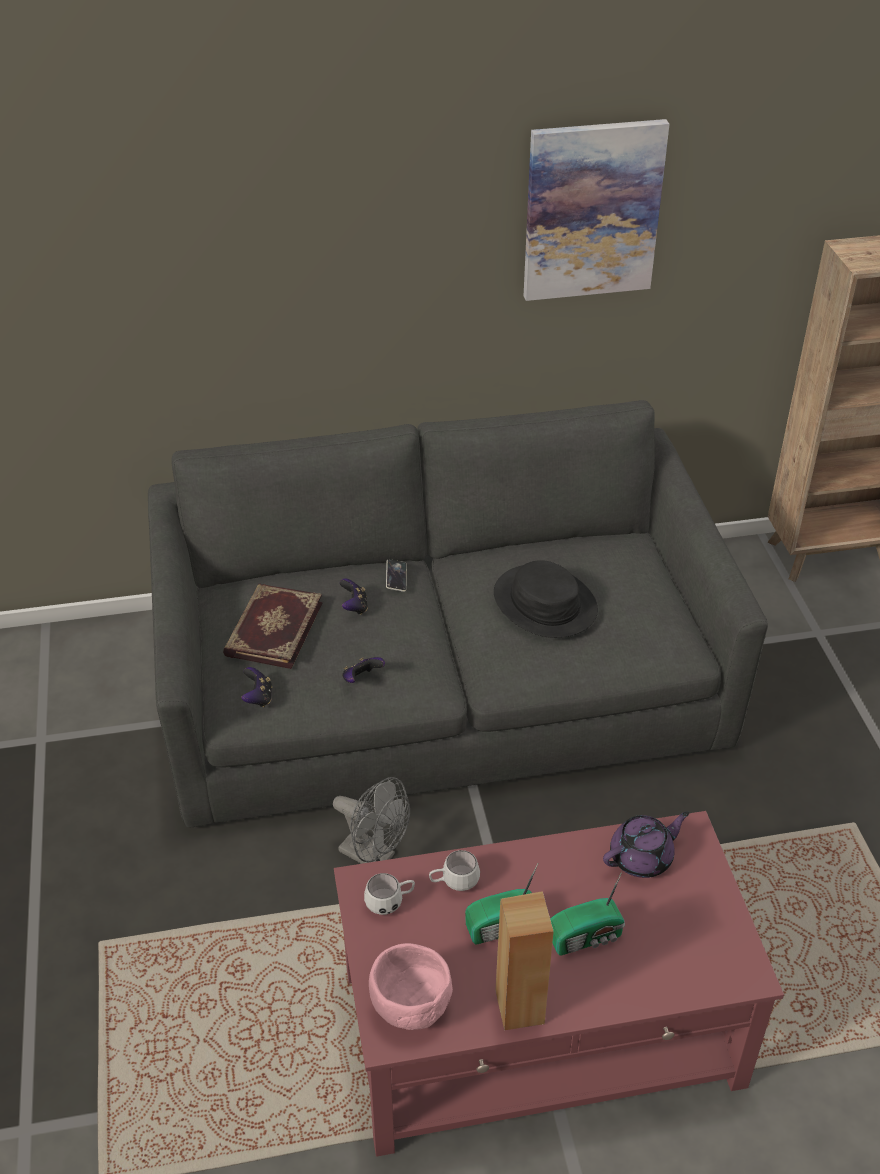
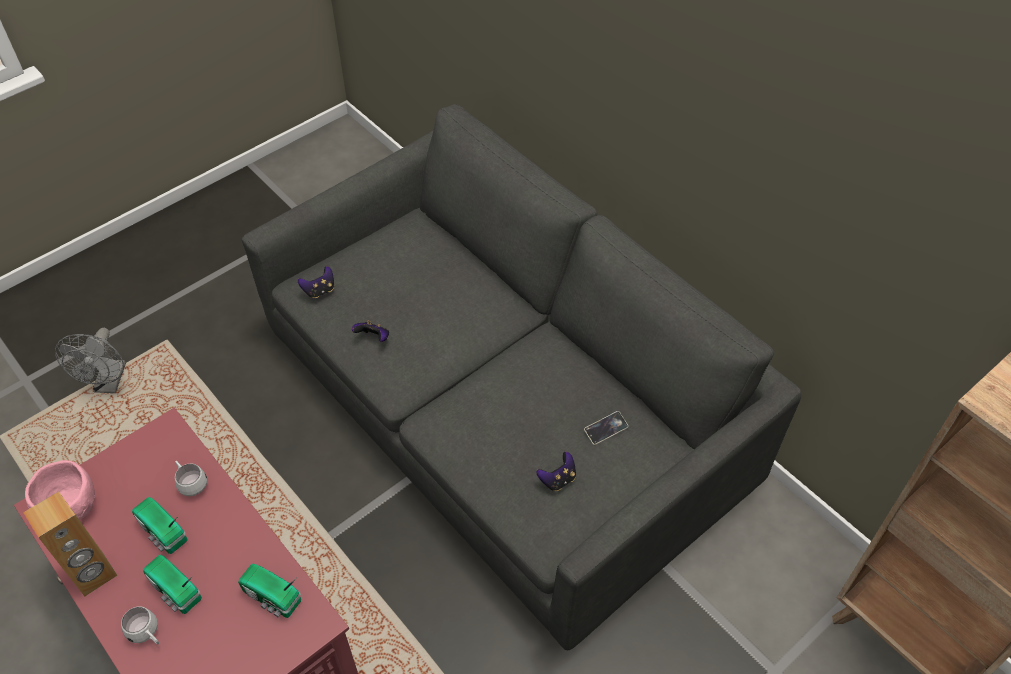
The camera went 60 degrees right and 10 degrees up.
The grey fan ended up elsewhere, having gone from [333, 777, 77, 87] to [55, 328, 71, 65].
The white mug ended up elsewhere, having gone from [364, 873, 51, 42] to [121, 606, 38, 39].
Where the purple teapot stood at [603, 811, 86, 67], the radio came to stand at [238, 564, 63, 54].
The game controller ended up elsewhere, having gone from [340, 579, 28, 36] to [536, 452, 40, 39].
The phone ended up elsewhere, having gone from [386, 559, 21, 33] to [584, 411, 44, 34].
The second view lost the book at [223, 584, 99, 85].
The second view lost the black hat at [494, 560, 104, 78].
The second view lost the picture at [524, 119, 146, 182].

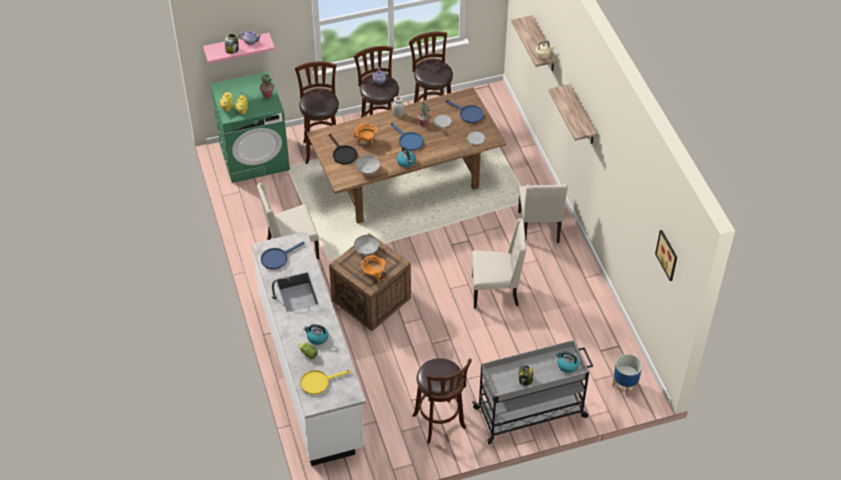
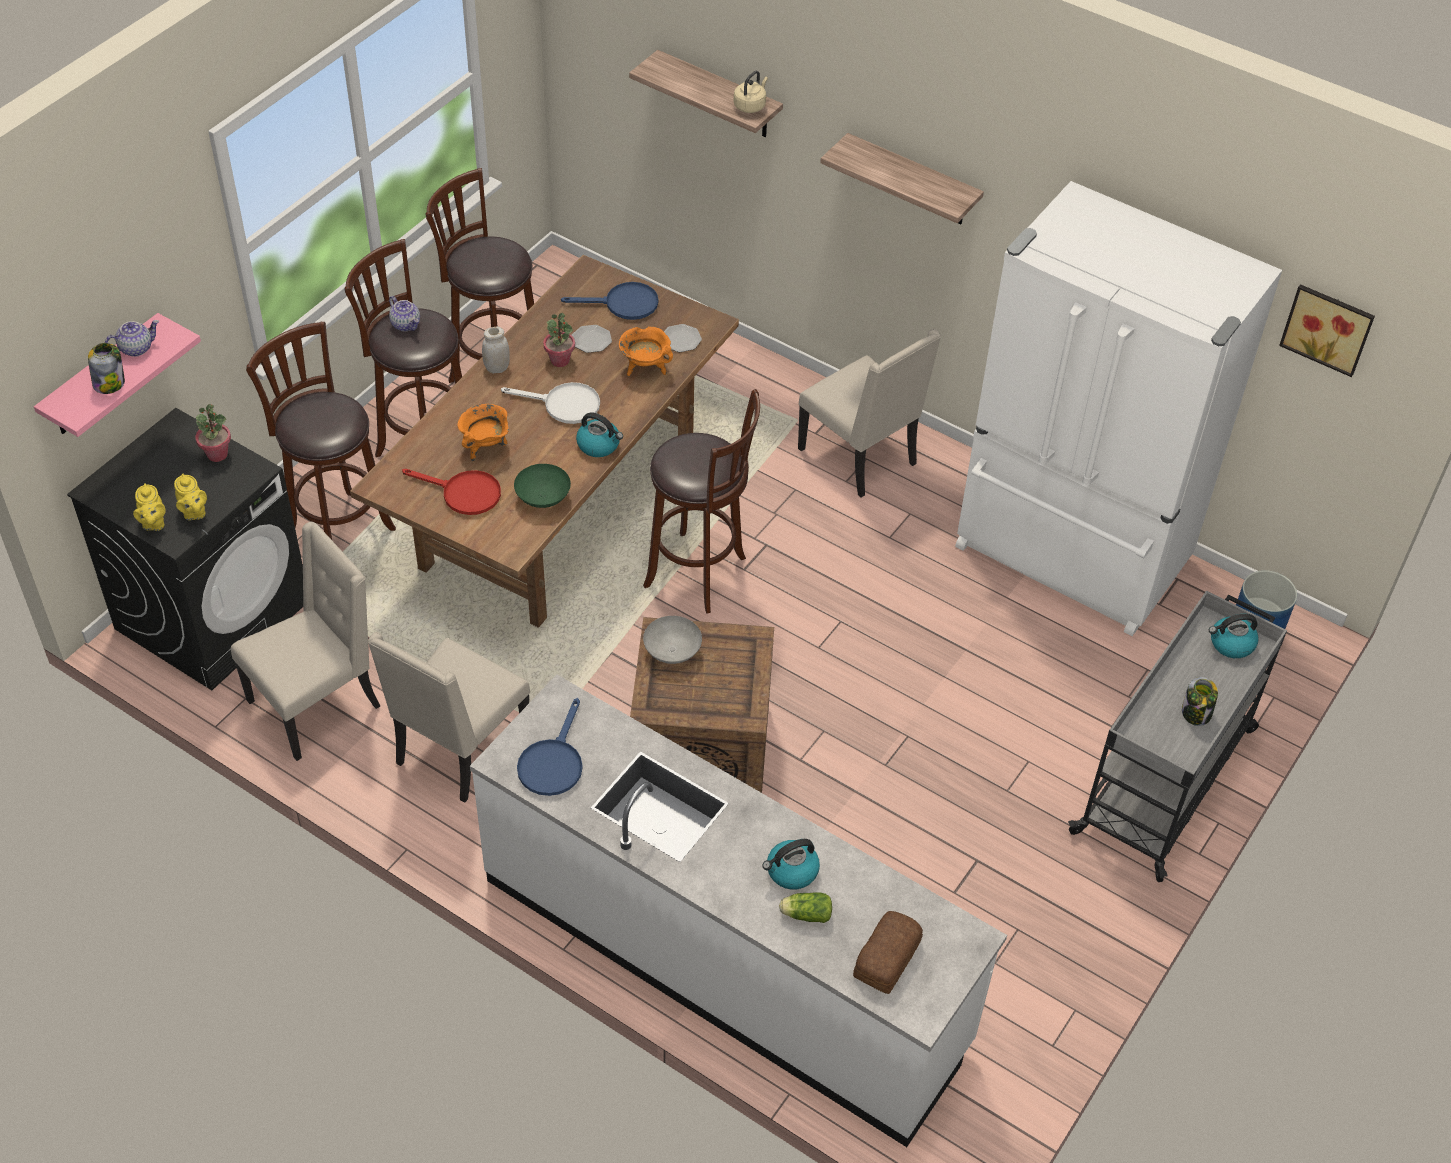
The camera went 40 degrees left and 0 degrees up.
What was the green washing machine at [210, 71, 80, 112] turned into the black washing machine at [67, 408, 236, 282].
The beige chair ended up elsewhere, having gone from [472, 218, 55, 91] to [231, 522, 149, 239].
What was the black frying pan at [329, 134, 28, 30] turned into the red frying pan at [402, 469, 99, 46].
What was the blue frying pan at [391, 123, 32, 28] turned into the white frying pan at [501, 382, 99, 42].
What was the grey bowl at [356, 155, 24, 19] turned into the green bowl at [514, 464, 57, 44].
The orange cooking pot ended up elsewhere, having gone from [361, 255, 25, 28] to [619, 326, 54, 50].
The brown stool ended up elsewhere, having gone from [412, 358, 60, 86] to [643, 389, 117, 225].
Where the yellow frying pan stood at [300, 370, 51, 25], the bread came to stand at [853, 911, 70, 83].
The second view gained the white fridge at [955, 181, 327, 455].

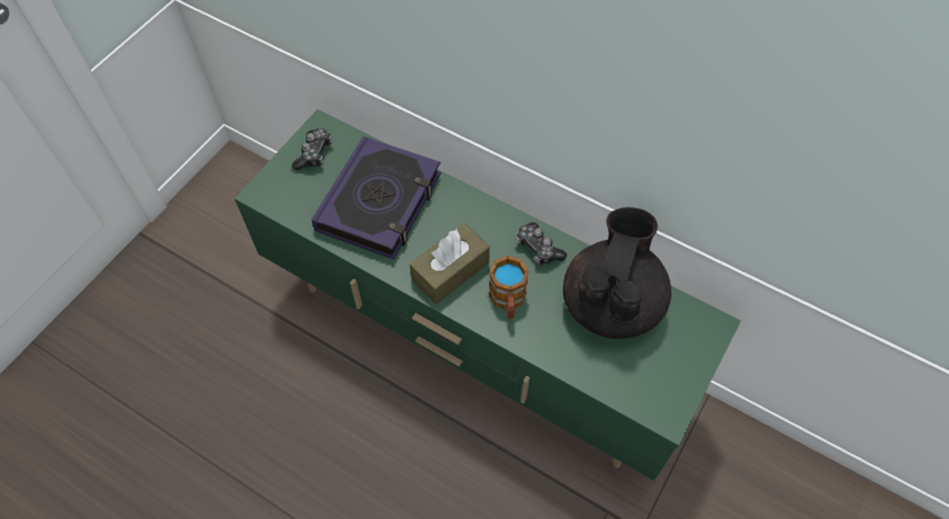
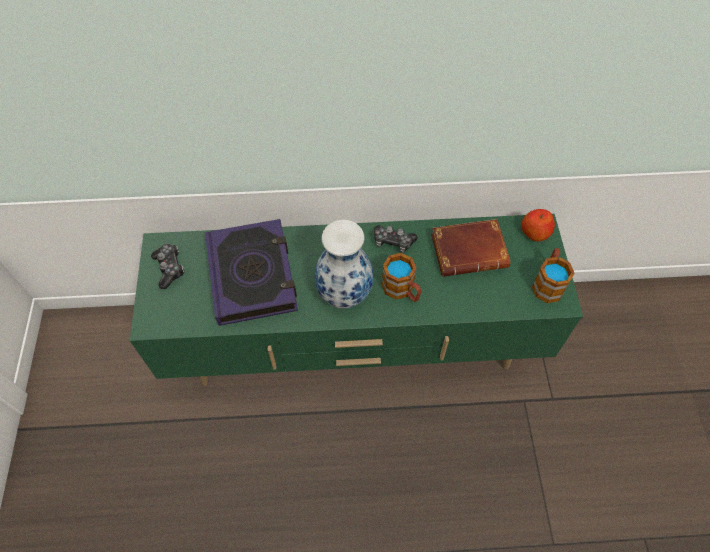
The camera went 35 degrees left and 0 degrees up.
Where the brown tissue box stood at [410, 223, 80, 81], the vase came to stand at [315, 220, 58, 88].
Where the black teapot stood at [563, 207, 108, 132], the brown book came to stand at [431, 219, 79, 58].
The second view gained the apple at [521, 209, 34, 33].
The second view gained the mug at [532, 248, 43, 55].

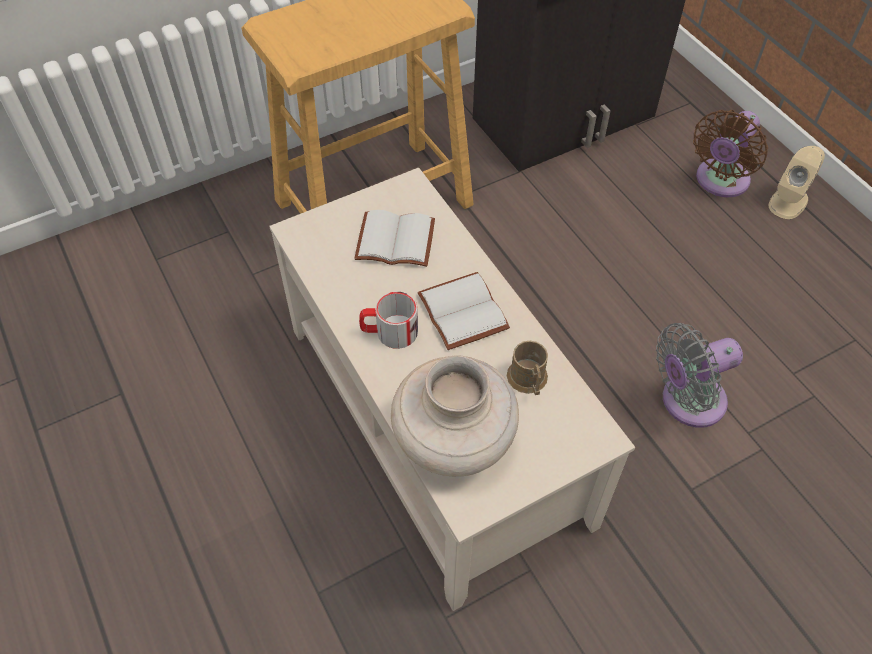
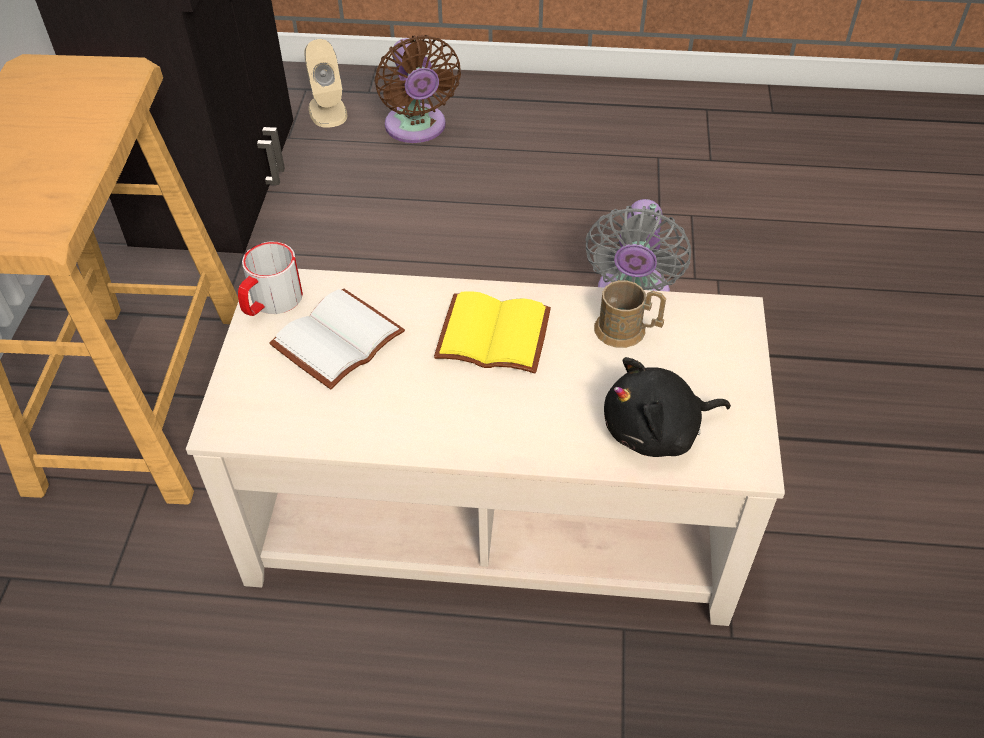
The camera went 55 degrees left and 5 degrees down.
The mug ended up elsewhere, having gone from [359, 292, 59, 57] to [238, 242, 65, 74].
The beige speaker ended up elsewhere, having gone from [769, 146, 56, 73] to [304, 39, 43, 89].
What was the white book at [417, 272, 93, 78] turned into the yellow book at [434, 291, 117, 82].
Where the beige vase stood at [391, 355, 128, 121], the black plush toy came to stand at [604, 357, 127, 100].

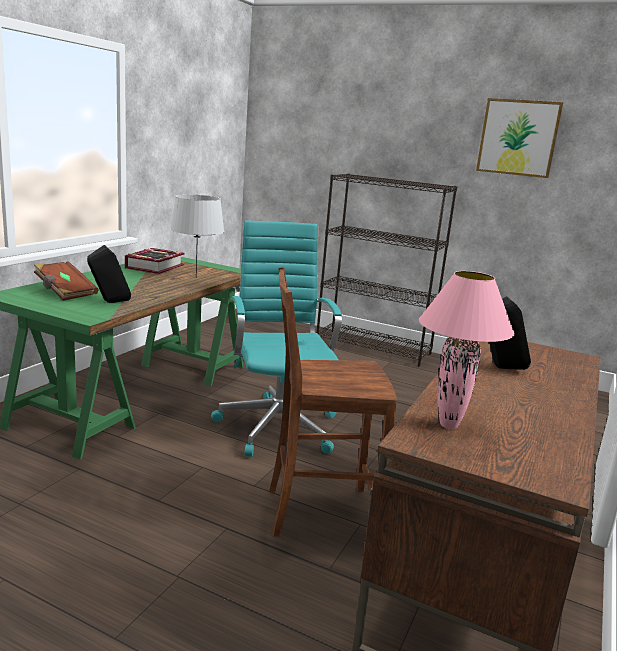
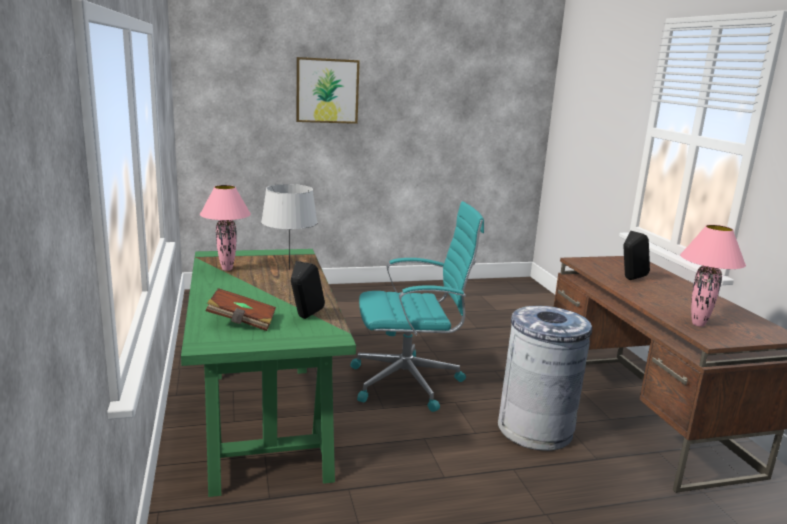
The camera went 40 degrees left and 0 degrees up.
Where the book stood at [125, 248, 60, 26], the pink table lamp came to stand at [200, 185, 51, 86].
The picture ended up elsewhere, having gone from [476, 98, 87, 80] to [296, 57, 64, 67].
The turquoise office chair at [211, 220, 131, 237] ended up facing another way, 135 degrees clockwise from before.
Where the brown chair stood at [269, 267, 128, 269], the grey trash can came to stand at [498, 306, 94, 145].
The second view lost the black bookcase at [316, 174, 141, 192].

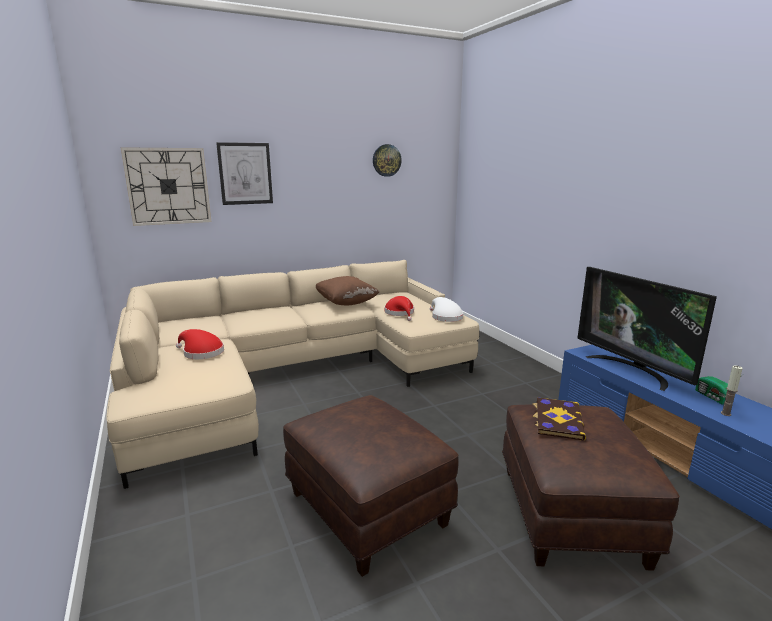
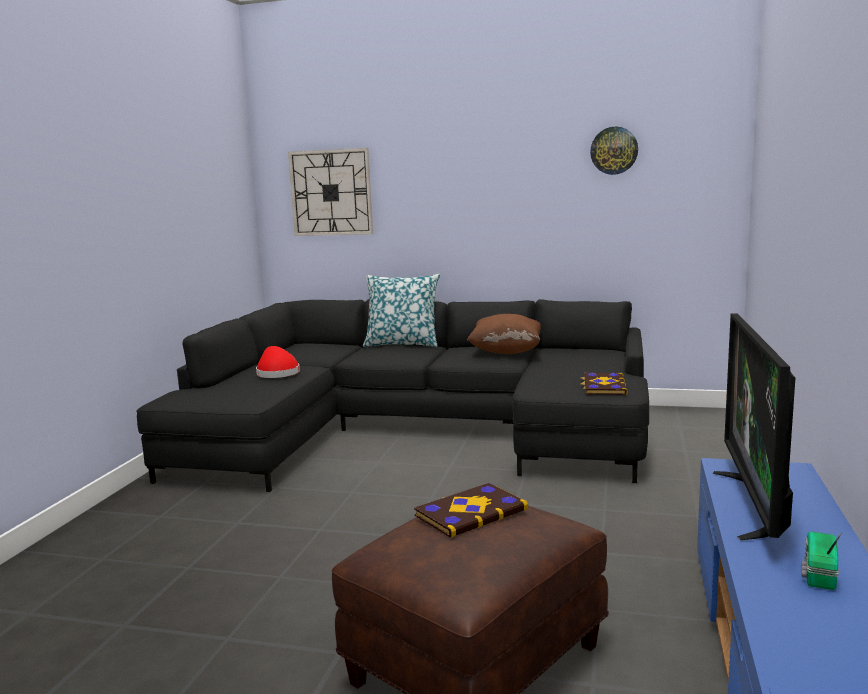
The camera went 40 degrees right and 5 degrees down.
What was the beige sofa at [106, 260, 373, 229] turned into the black sofa at [137, 299, 512, 193].
The second view gained the pillow at [363, 274, 77, 73].
Where the white hat stood at [430, 297, 33, 25], the book came to stand at [580, 373, 48, 22].
The second view lost the picture at [216, 142, 57, 63].
The second view lost the brown ottoman at [283, 395, 176, 182].
The second view lost the red hat at [385, 296, 29, 25].
The second view lost the candle at [721, 365, 22, 51].

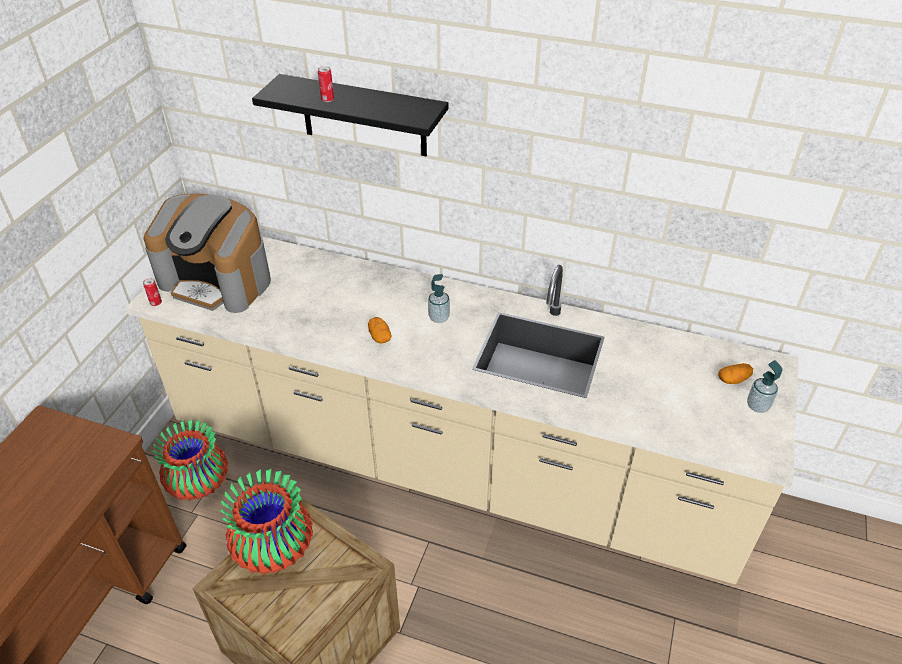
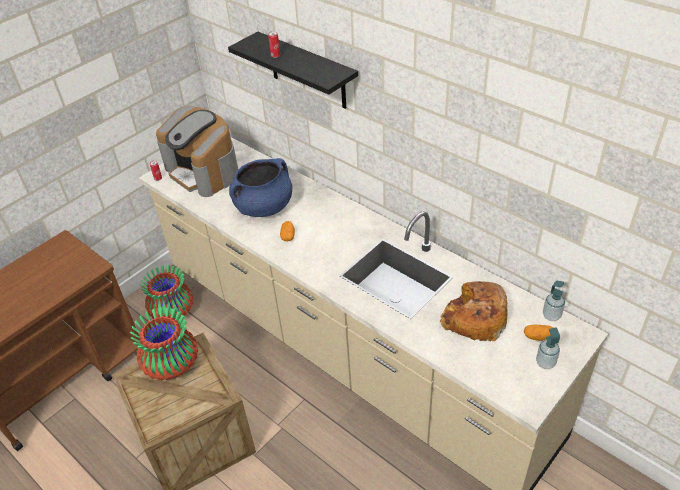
The camera went 25 degrees right and 0 degrees up.
The second view gained the blue cooking pot at [229, 158, 63, 59].
The second view gained the bread at [440, 281, 68, 60].
The soap dispenser ended up elsewhere, having gone from [428, 274, 22, 49] to [543, 281, 22, 40].

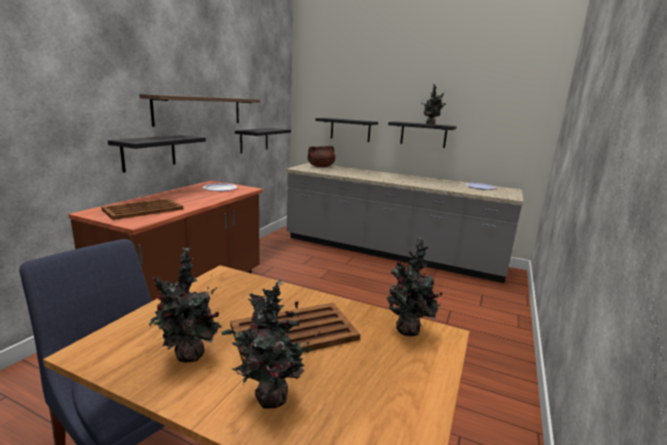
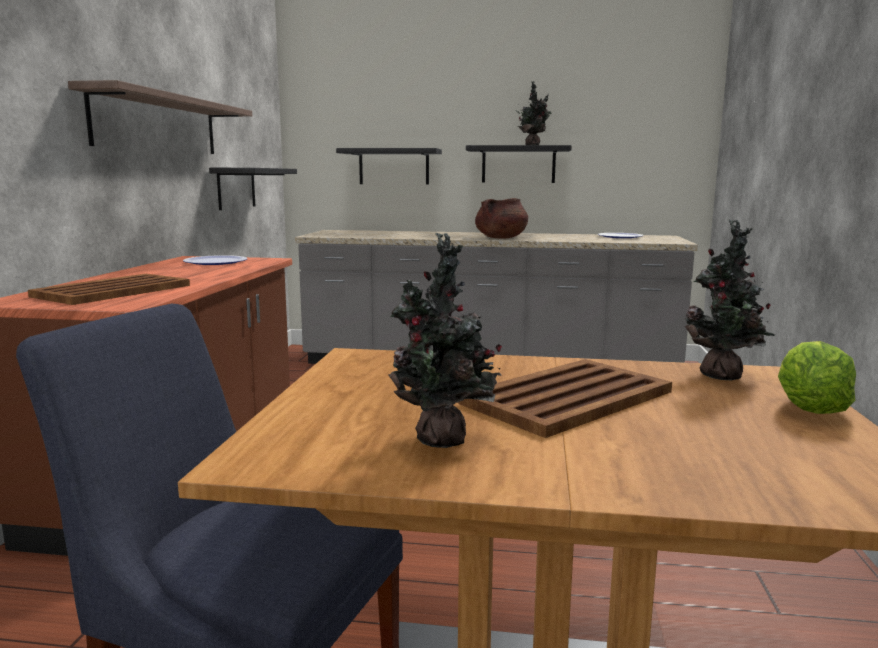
The camera went 15 degrees left and 5 degrees down.
The brown cooking pot ended up elsewhere, having gone from [308, 146, 28, 21] to [475, 198, 53, 40].
The second view gained the lettuce at [778, 341, 78, 73].
The second view lost the black shelf at [108, 135, 98, 38].
The second view lost the potted plant at [221, 279, 99, 130].

